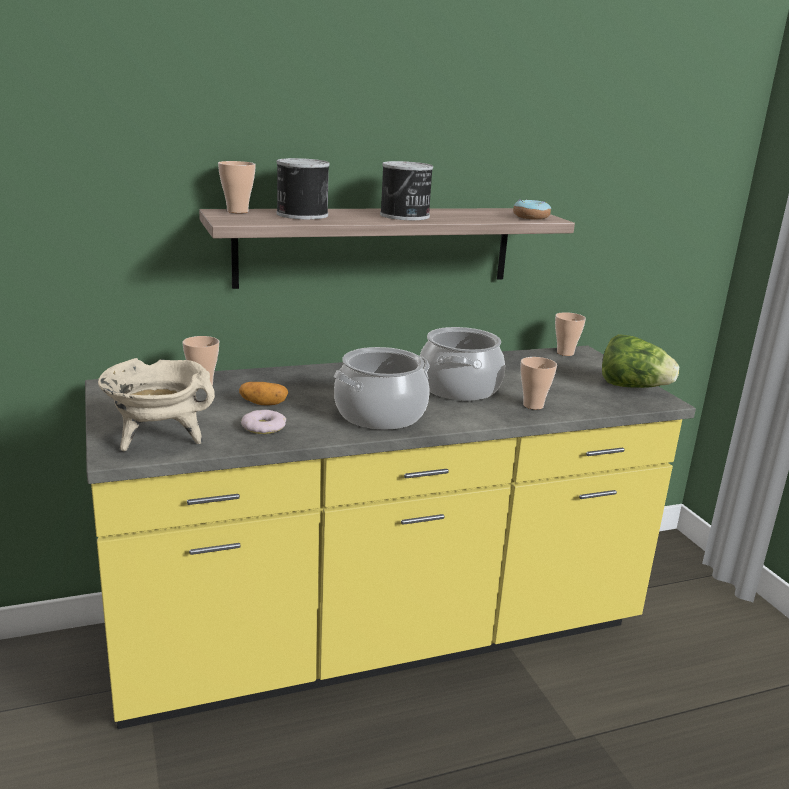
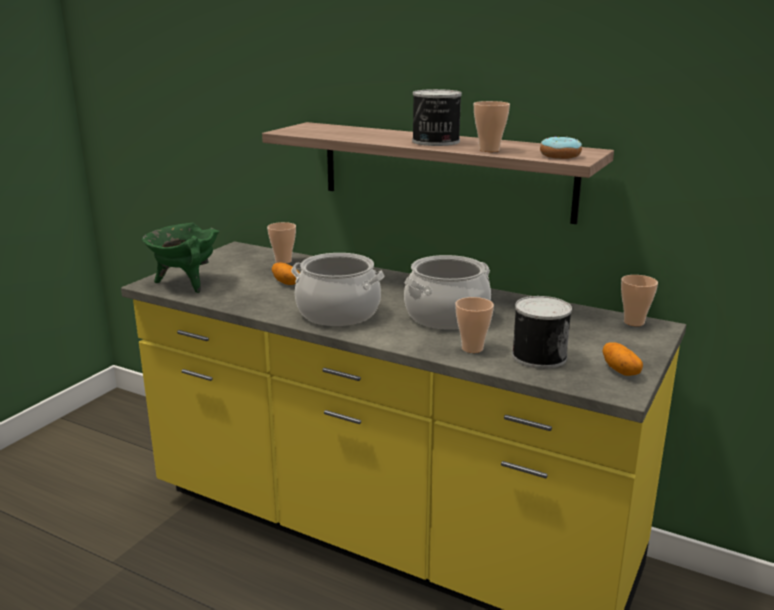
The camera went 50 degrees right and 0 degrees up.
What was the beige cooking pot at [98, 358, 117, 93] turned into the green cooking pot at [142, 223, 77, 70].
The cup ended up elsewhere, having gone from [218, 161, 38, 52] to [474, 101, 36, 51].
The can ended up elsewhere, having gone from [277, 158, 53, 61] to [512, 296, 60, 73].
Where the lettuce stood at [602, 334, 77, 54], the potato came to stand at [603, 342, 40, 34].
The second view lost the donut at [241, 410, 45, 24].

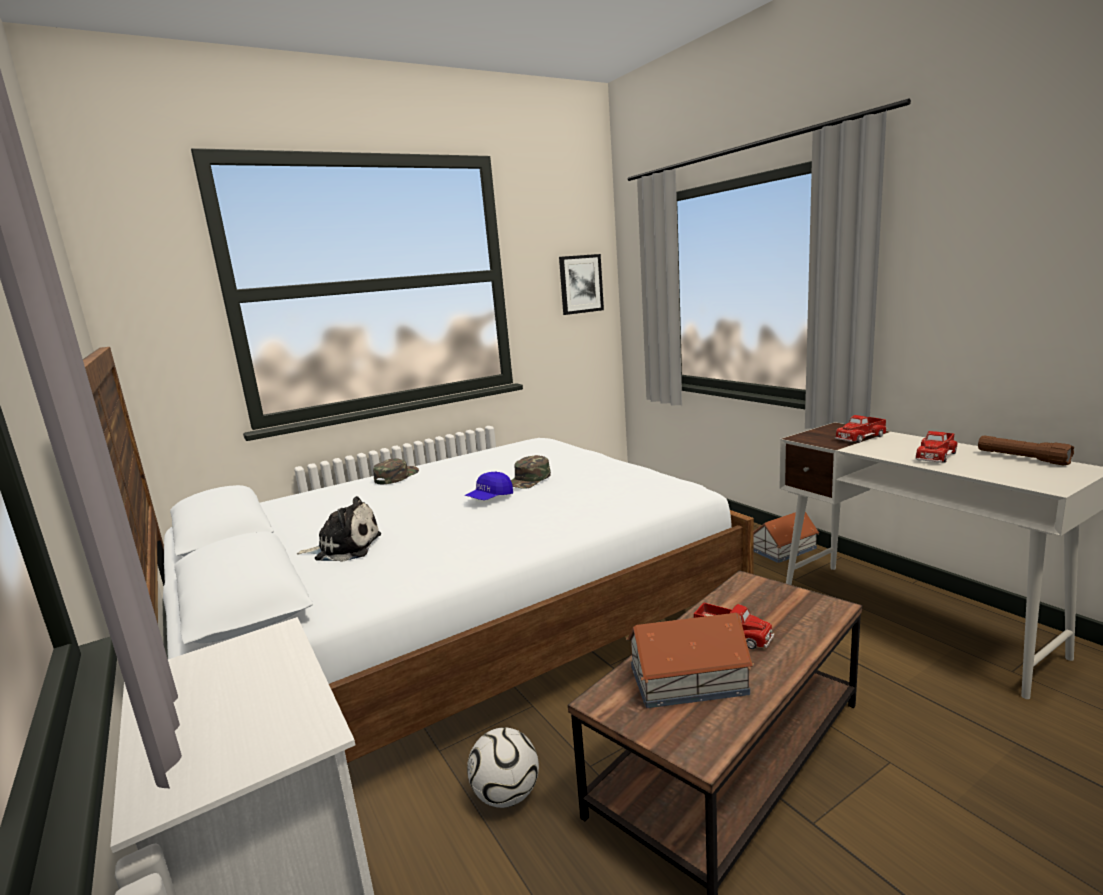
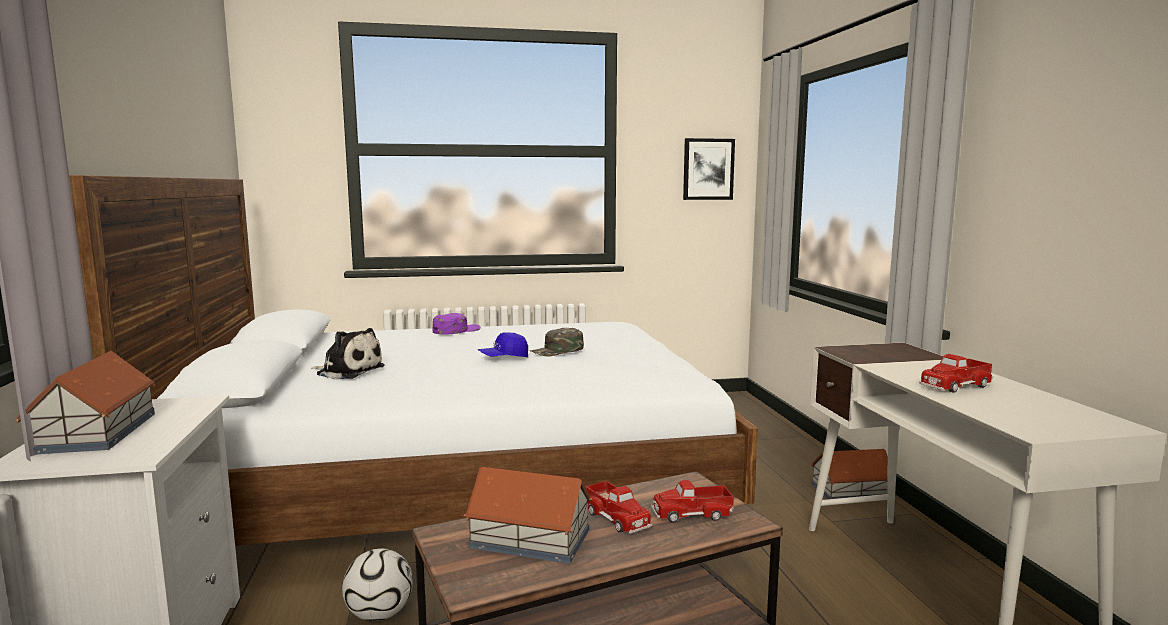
The camera went 20 degrees right and 5 degrees down.
The second view gained the toy house at [15, 351, 140, 104].
What was the green cap at [373, 458, 46, 26] turned into the purple cap at [432, 313, 49, 22].
The toy truck ended up elsewhere, having gone from [835, 415, 52, 28] to [651, 480, 83, 43].
The second view lost the brown flashlight at [978, 435, 96, 30].

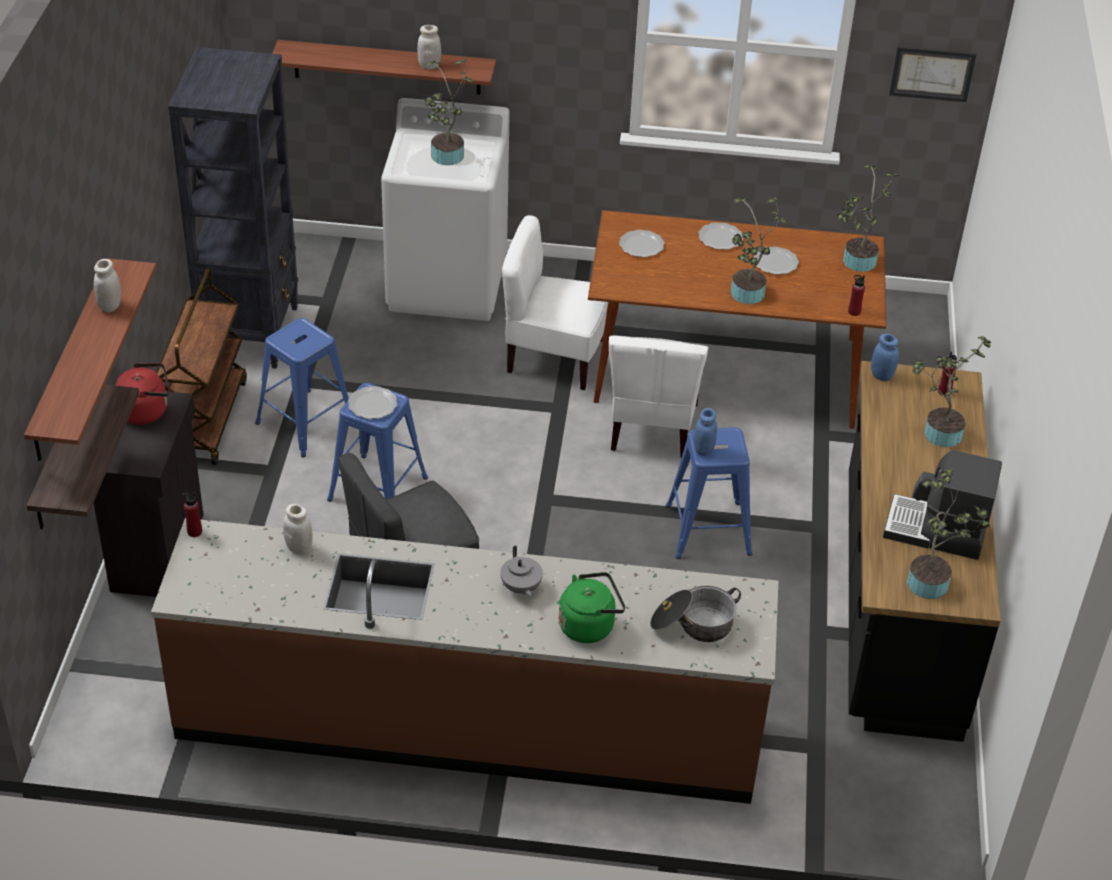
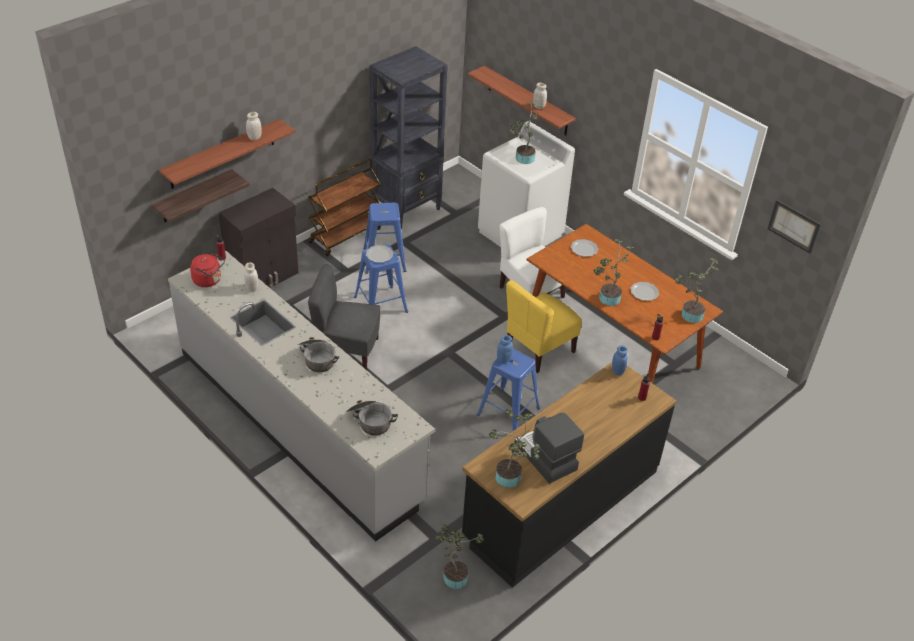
The camera went 40 degrees right and 0 degrees up.
What was the brown counter at [151, 518, 627, 286] turned into the grey counter at [168, 251, 267, 290].
The red kettle ended up elsewhere, having gone from [115, 363, 55, 62] to [190, 253, 35, 34].
Where the grey teapot stood at [500, 546, 43, 50], the cooking pot came to stand at [298, 337, 41, 35].
The potted plant ended up elsewhere, having gone from [913, 336, 79, 111] to [435, 524, 49, 65].
What was the white chair at [609, 336, 99, 122] turned into the yellow chair at [506, 280, 76, 93].
The second view lost the green kettle at [559, 572, 66, 71].
The second view lost the plate at [698, 222, 45, 28].

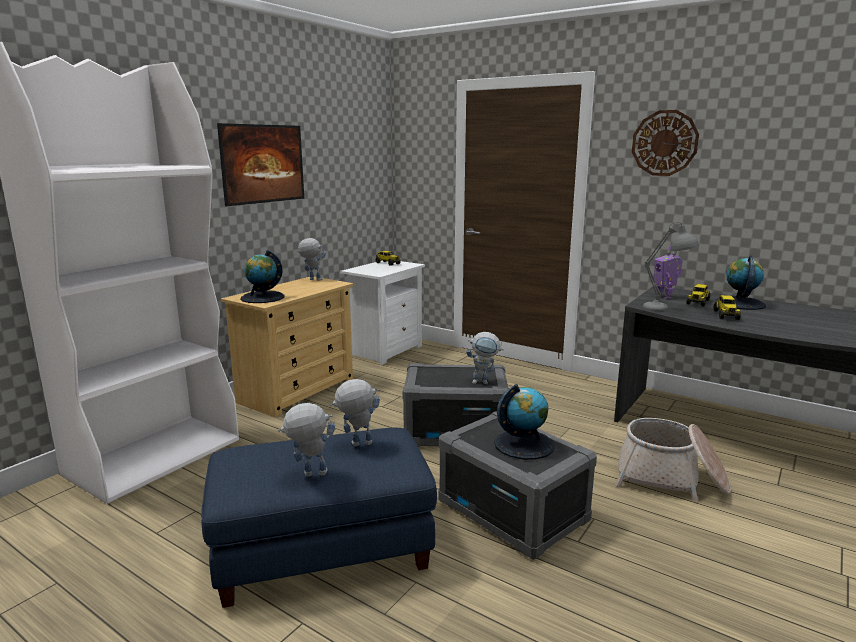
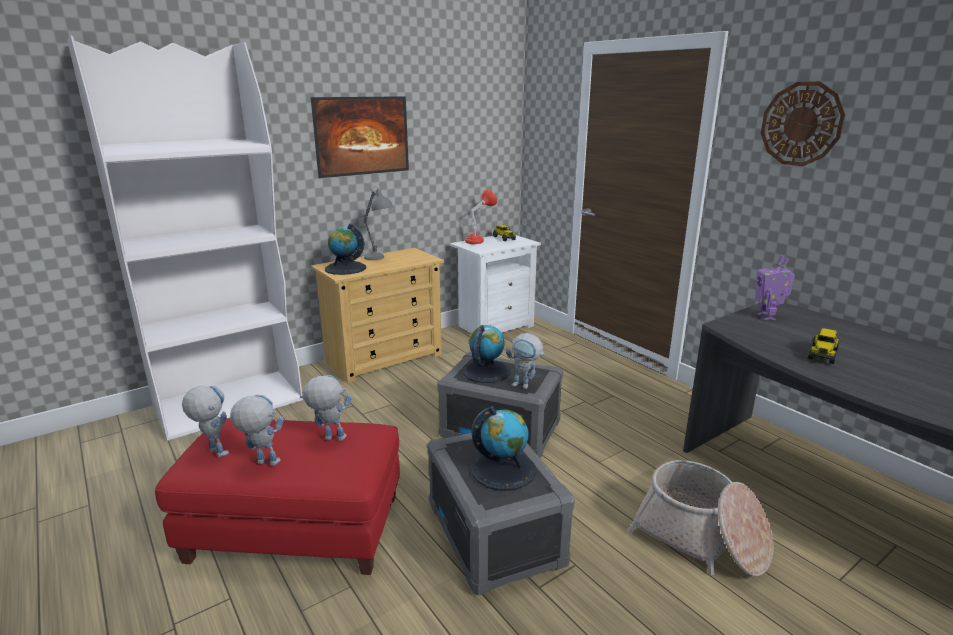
The camera went 20 degrees right and 5 degrees up.
What was the blue ottoman at [201, 428, 236, 180] turned into the red ottoman at [155, 418, 245, 157].
The toy robot ended up elsewhere, having gone from [297, 238, 29, 43] to [182, 386, 47, 71].
The grey table lamp ended up elsewhere, having gone from [643, 222, 56, 89] to [363, 187, 30, 73].
The globe ended up elsewhere, having gone from [715, 255, 51, 55] to [463, 325, 48, 58].
The second view gained the red table lamp at [465, 190, 32, 54].
The second view lost the toy truck at [686, 284, 24, 22].

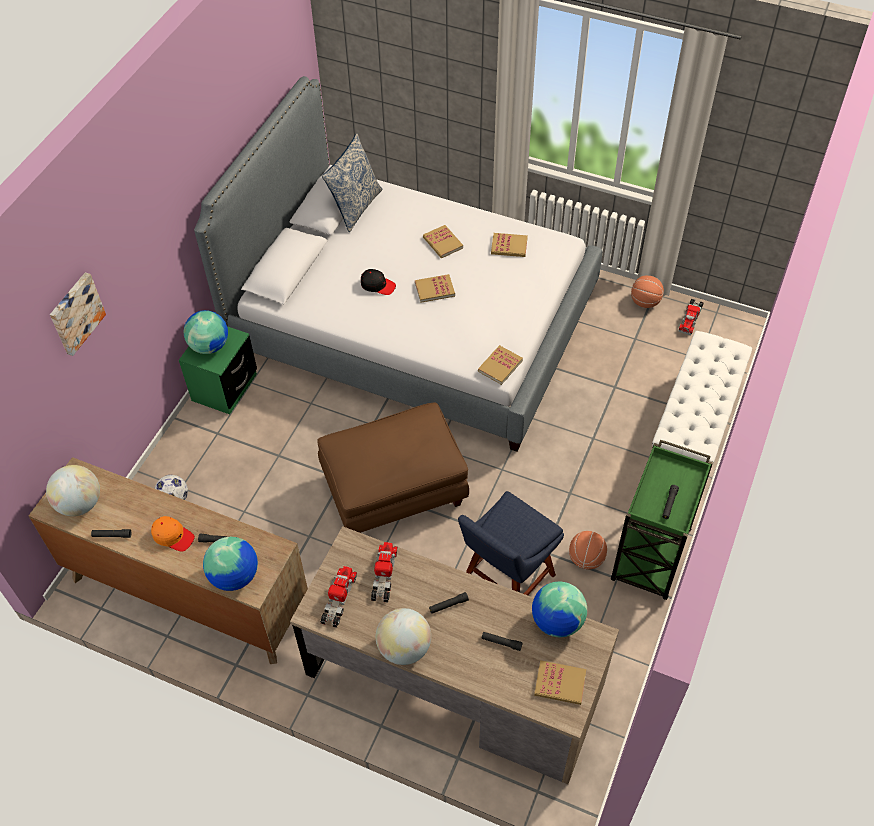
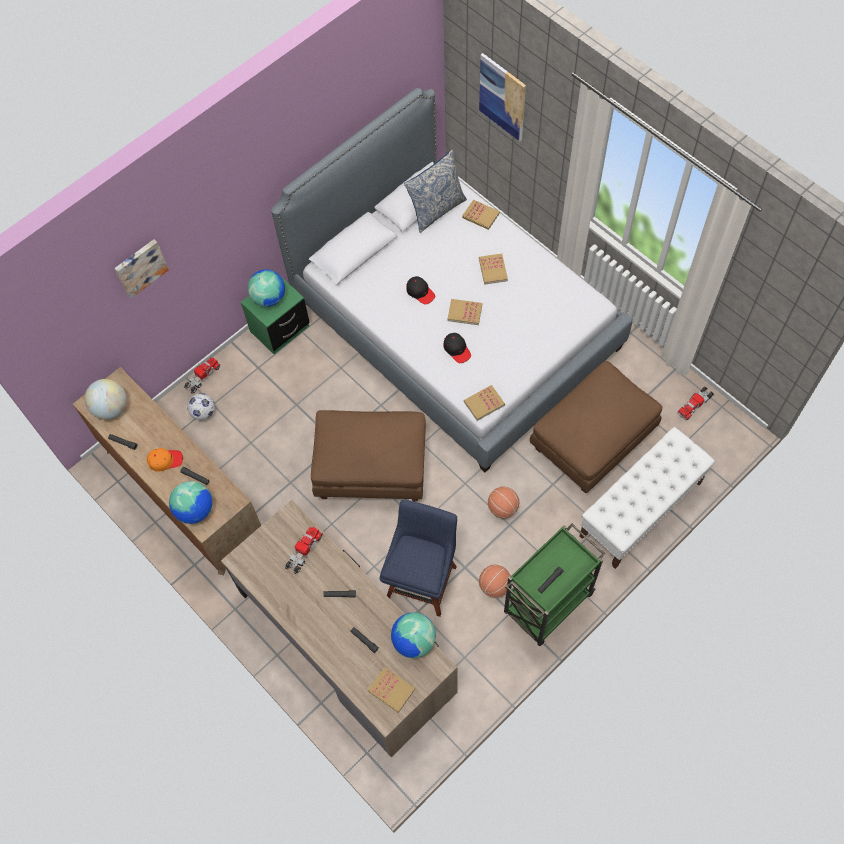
The camera went 25 degrees right and 10 degrees up.
The orange cap at [151, 516, 44, 36] ended up facing another way, 60 degrees counterclockwise from before.
The toy truck ended up elsewhere, having gone from [320, 566, 37, 62] to [184, 358, 37, 36].
The blue chair at [458, 491, 106, 104] ended up facing another way, 135 degrees clockwise from before.
The second view gained the black cap at [443, 333, 28, 30].
The book ended up elsewhere, having gone from [491, 233, 37, 24] to [462, 200, 38, 30].
The second view gained the picture at [479, 53, 47, 88].
The basketball ended up elsewhere, having gone from [631, 275, 33, 33] to [488, 487, 31, 32].
The second view gained the brown ottoman at [530, 361, 132, 133].
The second view lost the globe at [376, 608, 55, 57].

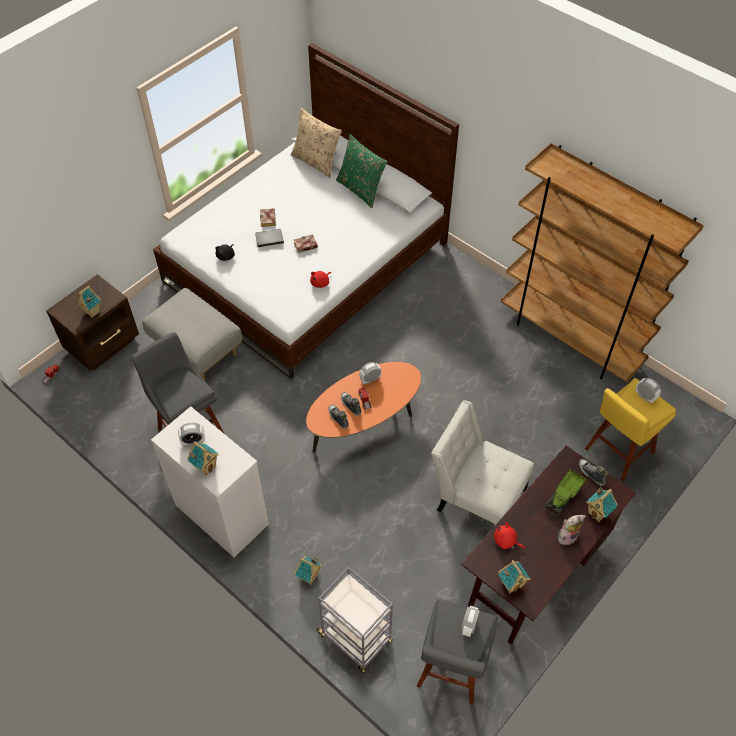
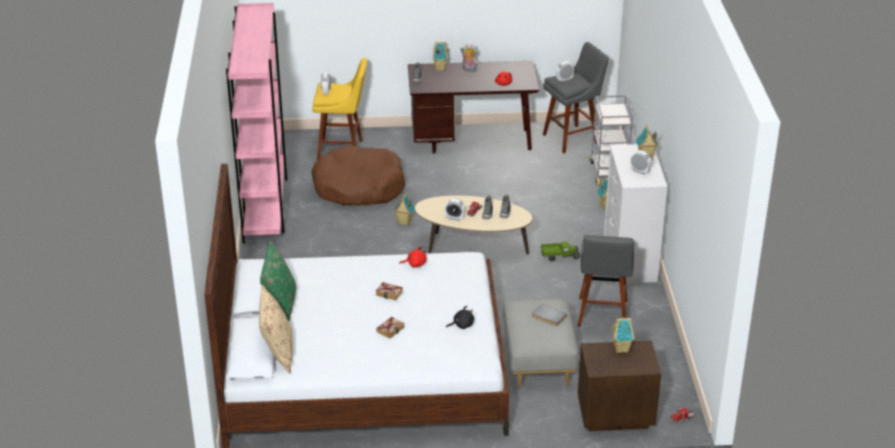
The camera went 135 degrees left and 20 degrees down.
What was the brown bookcase at [501, 143, 203, 239] turned into the pink bookcase at [226, 3, 61, 241].
The second view gained the brown dog bed at [311, 146, 94, 59].
The toy house ended up elsewhere, having gone from [498, 560, 33, 34] to [394, 193, 21, 33].
What was the orange coffee table at [306, 362, 115, 90] turned into the beige coffee table at [415, 195, 117, 59].
The grey book ended up elsewhere, having gone from [255, 229, 29, 18] to [532, 304, 35, 22].
The toy truck ended up elsewhere, having gone from [545, 469, 41, 48] to [541, 241, 40, 21].
The second view lost the white chair at [431, 400, 103, 124].

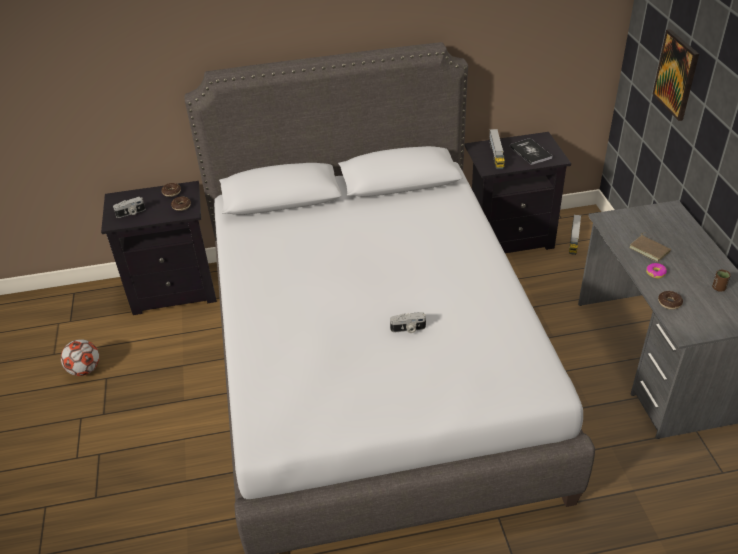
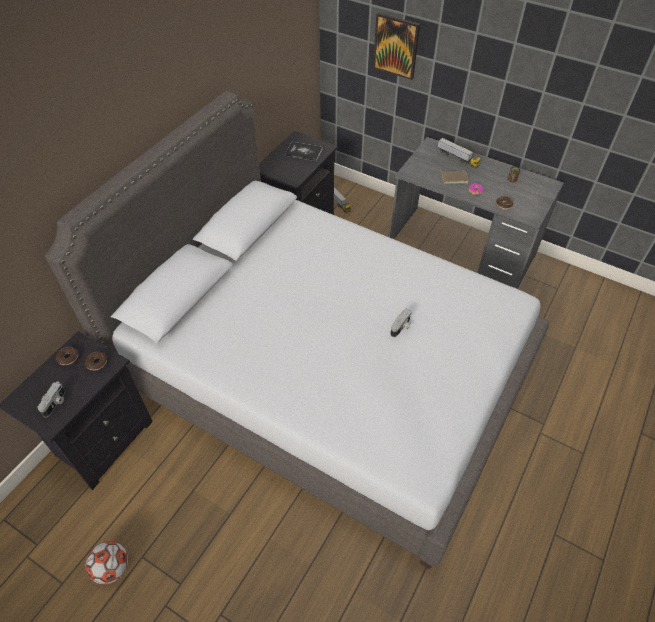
The camera went 50 degrees left and 10 degrees up.
The toy truck ended up elsewhere, having gone from [489, 129, 16, 40] to [438, 138, 43, 30].

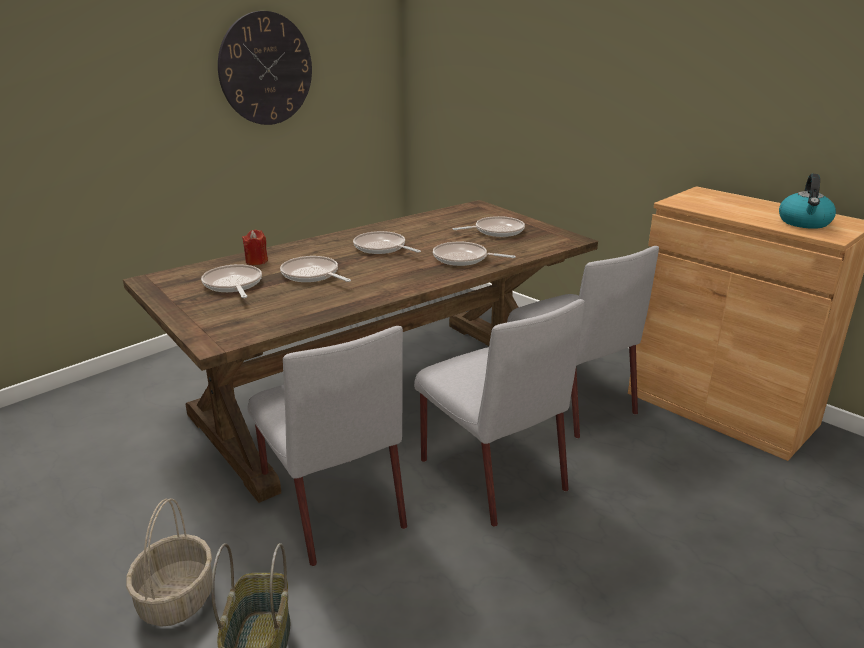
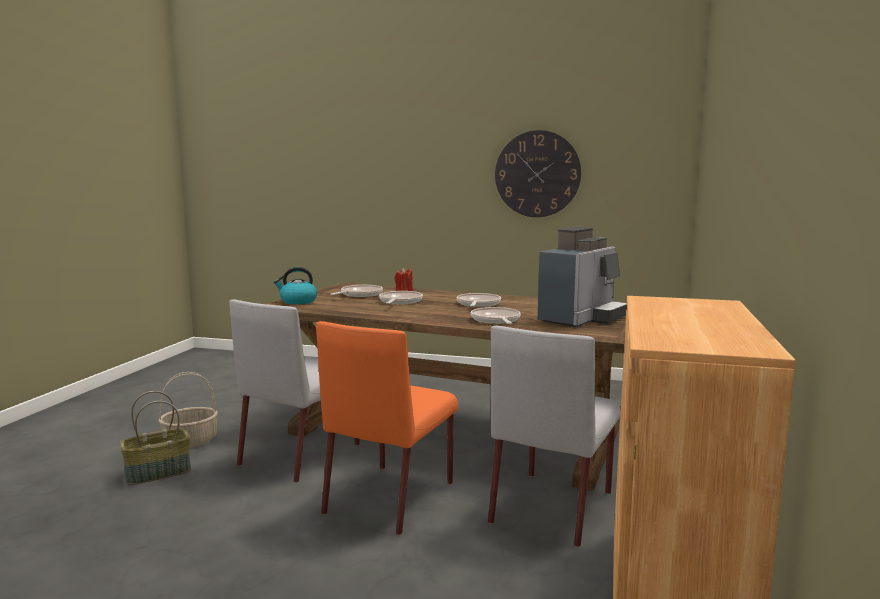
The camera went 60 degrees right and 15 degrees down.
The kettle ended up elsewhere, having gone from [779, 174, 57, 55] to [274, 267, 43, 37].
What was the grey chair at [414, 299, 171, 228] turned into the orange chair at [316, 321, 142, 214].
Where the frying pan stood at [453, 216, 72, 21], the coffee machine came to stand at [538, 227, 89, 100].

